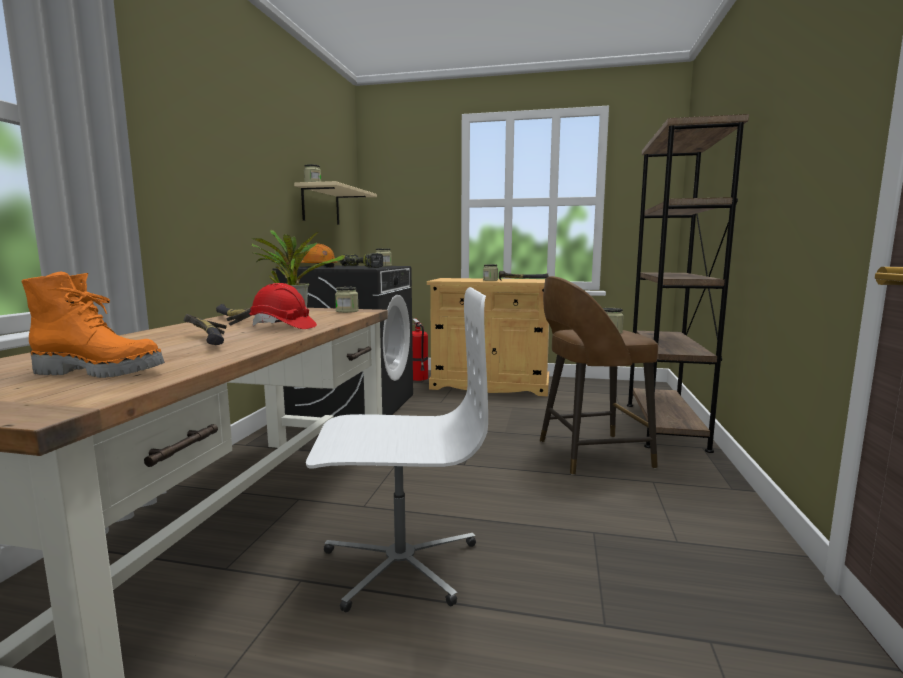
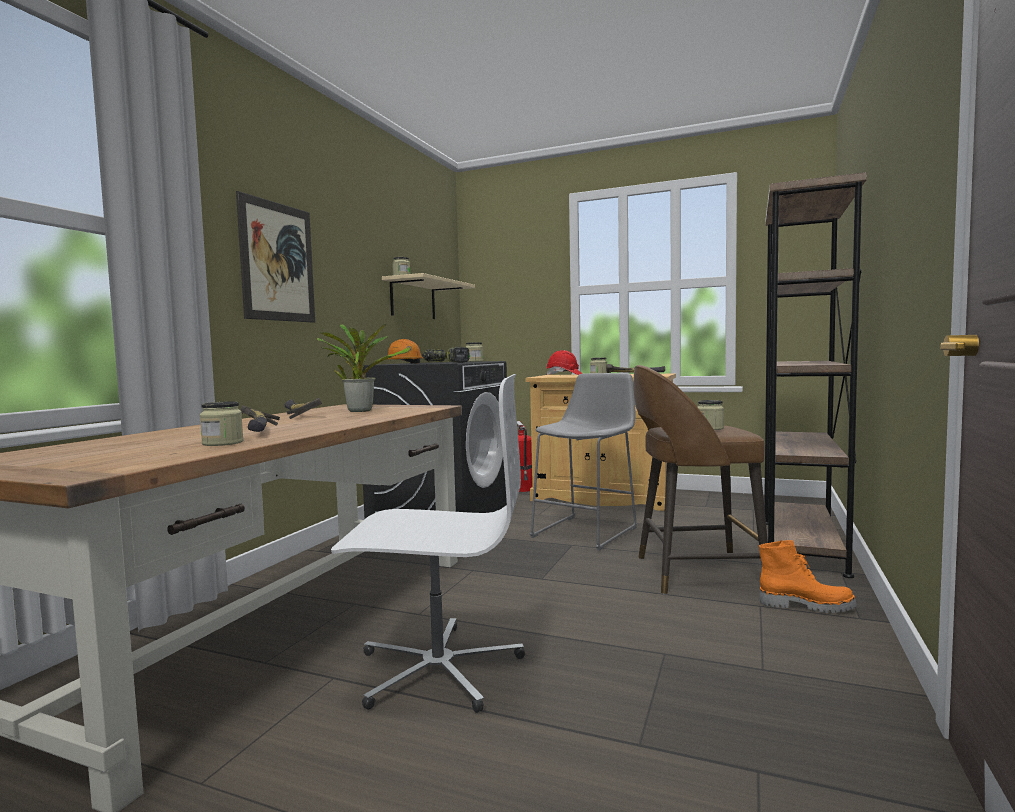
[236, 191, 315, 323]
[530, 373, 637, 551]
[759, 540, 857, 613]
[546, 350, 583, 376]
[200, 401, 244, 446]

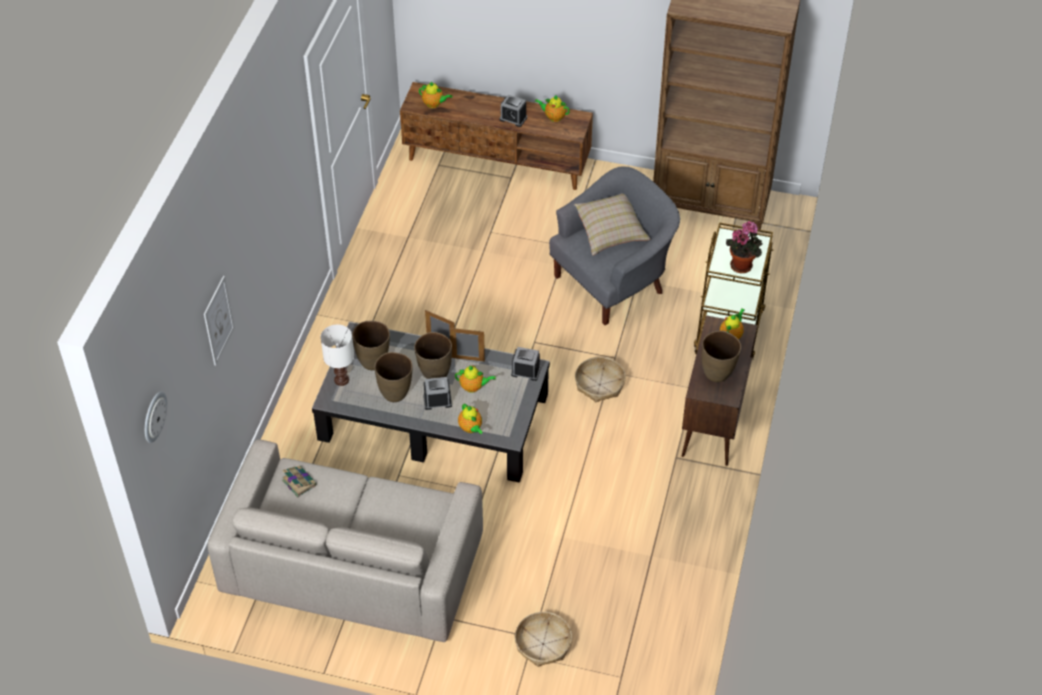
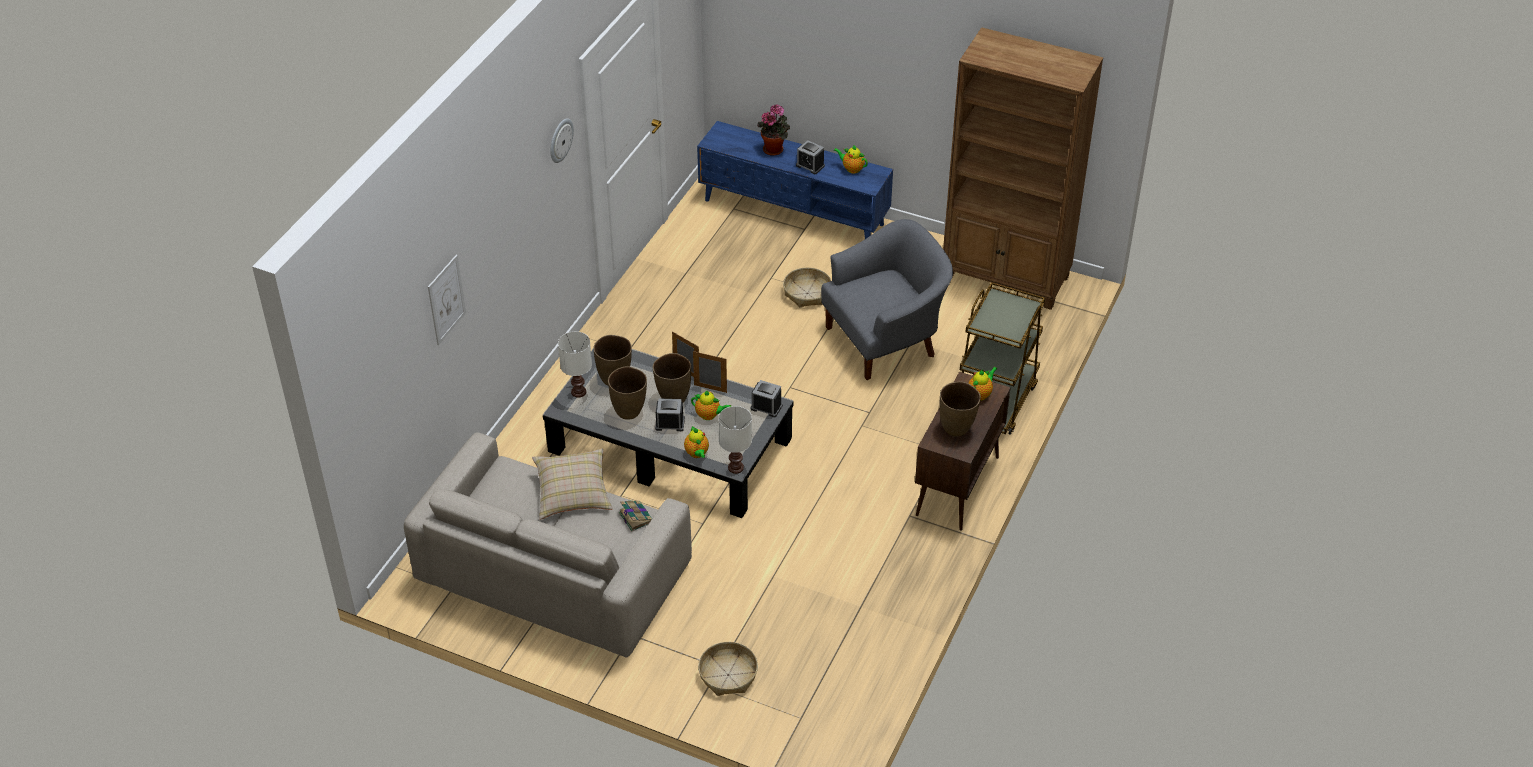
[419, 82, 452, 108] (first image)
[718, 406, 752, 474]
[550, 118, 574, 163]
[619, 500, 652, 532]
[532, 449, 613, 520]
[783, 267, 831, 307]
[757, 104, 790, 156]
[697, 121, 893, 239]

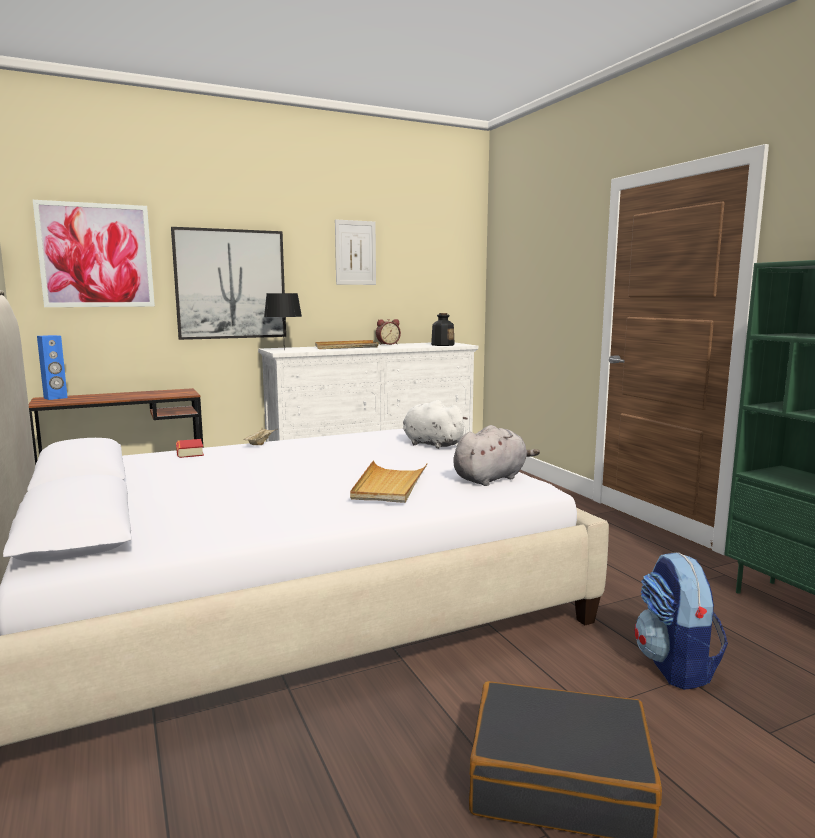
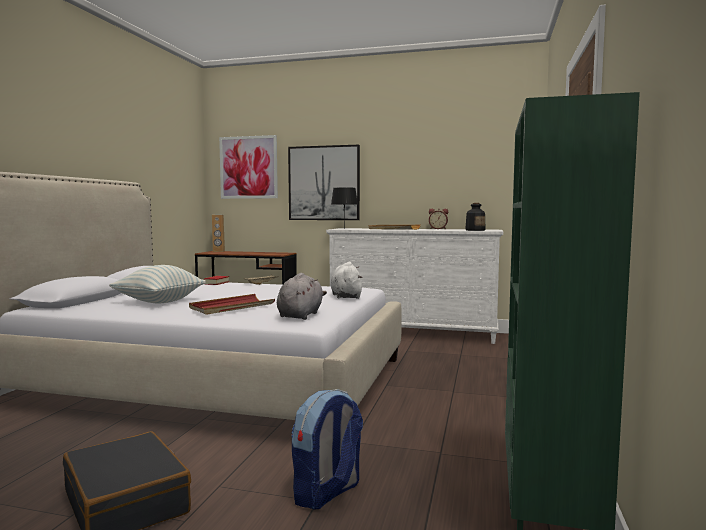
[335, 219, 376, 285] (first image)
[109, 265, 206, 303]
[212, 215, 225, 252]
[189, 294, 275, 315]
[277, 273, 327, 320]

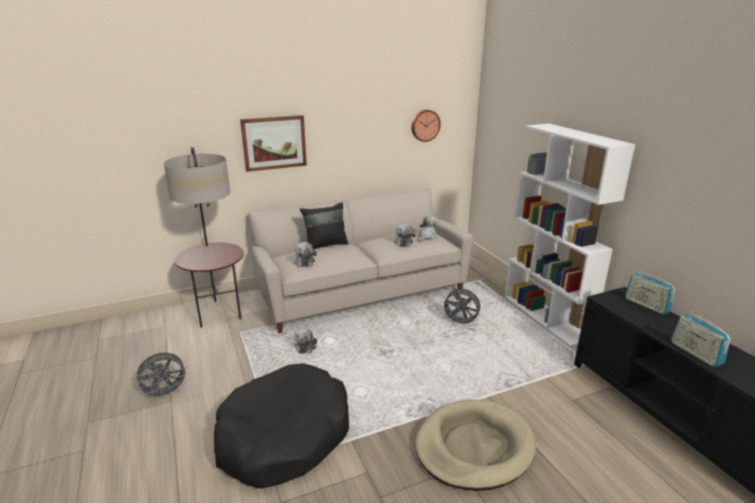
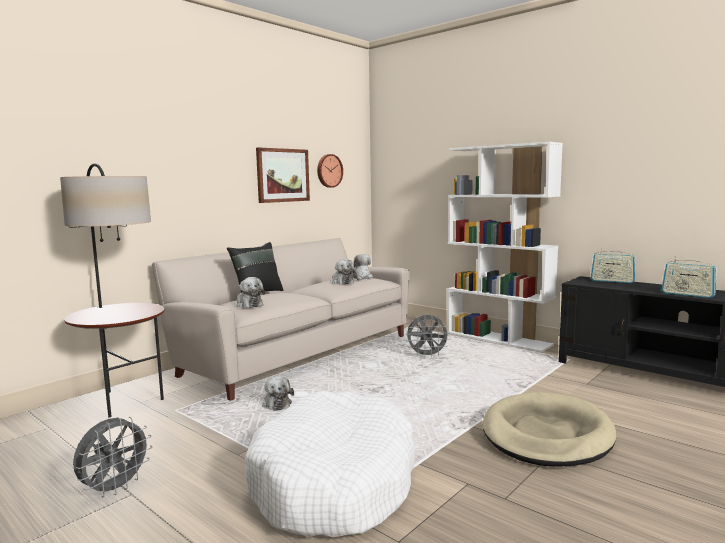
[256, 147, 310, 203]
[245, 391, 415, 537]

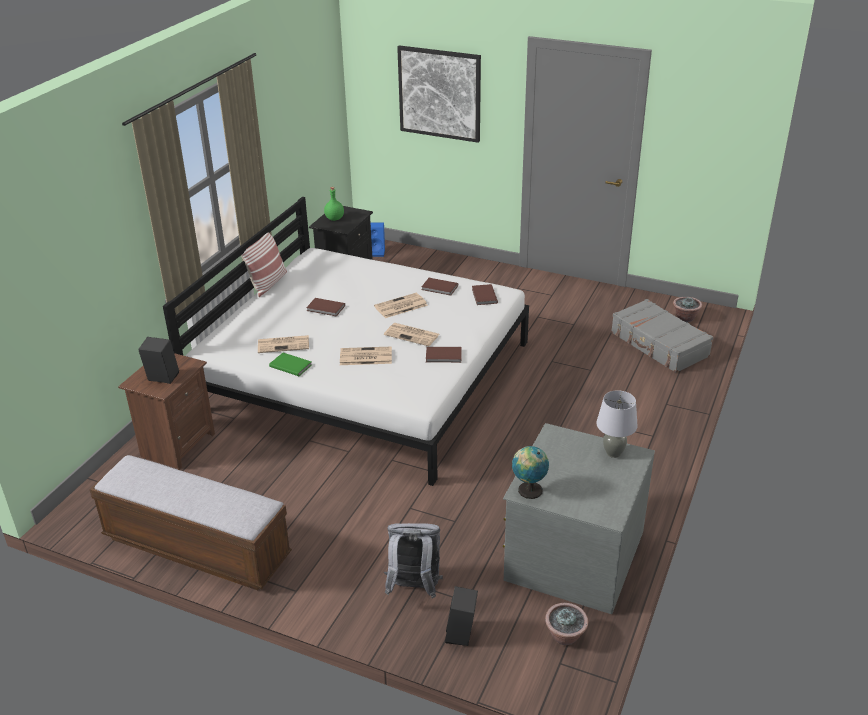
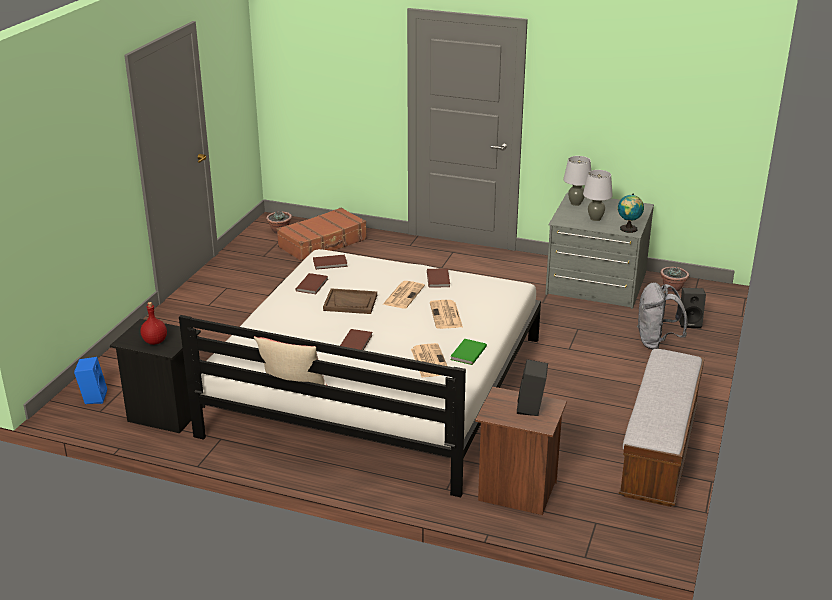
[397, 45, 481, 143] (first image)
[583, 170, 613, 221]
[323, 288, 377, 314]
[140, 302, 167, 345]
[277, 207, 367, 262]

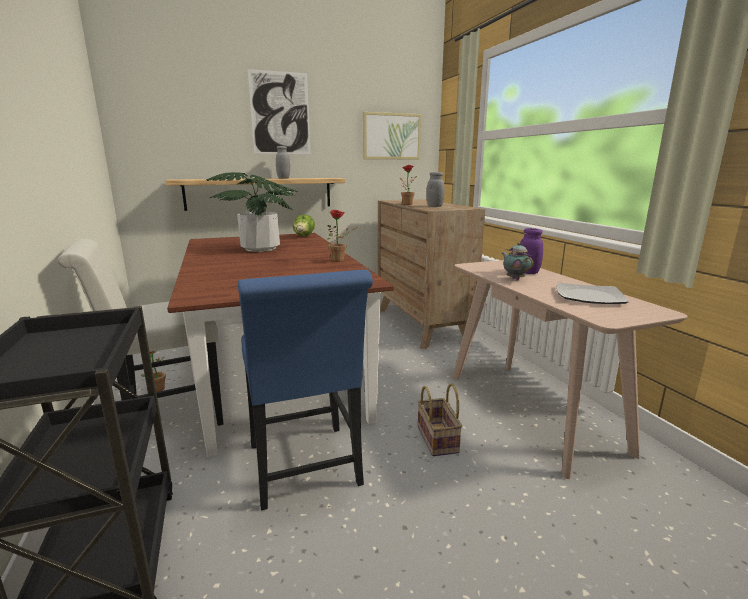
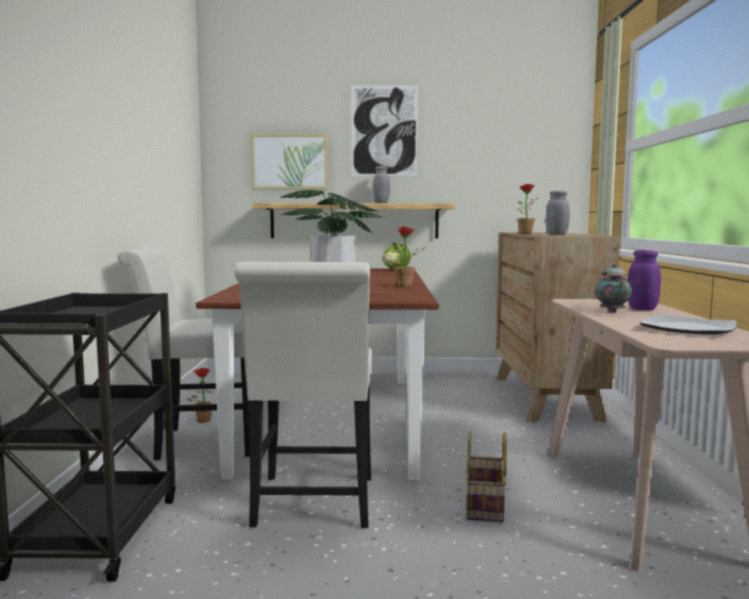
[250, 134, 329, 190]
[235, 262, 373, 528]

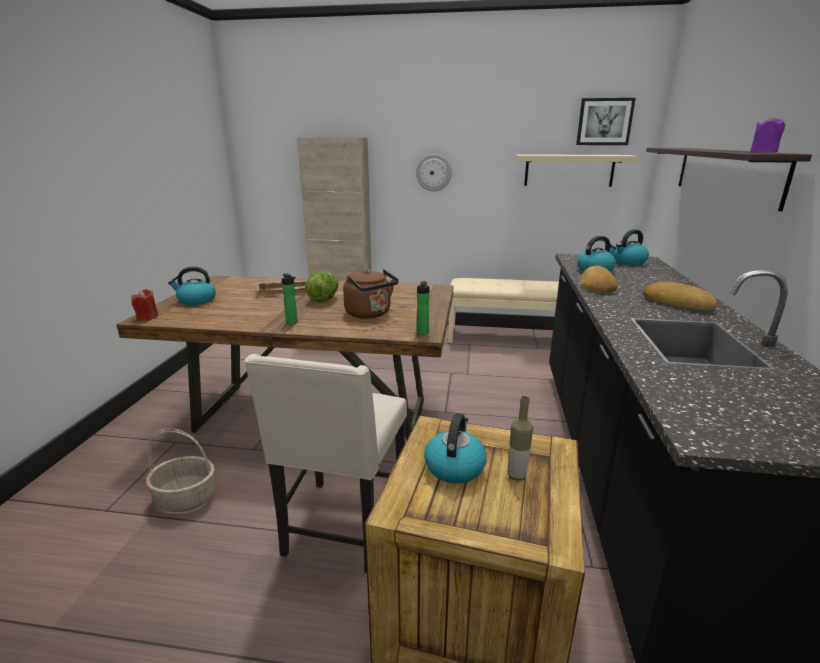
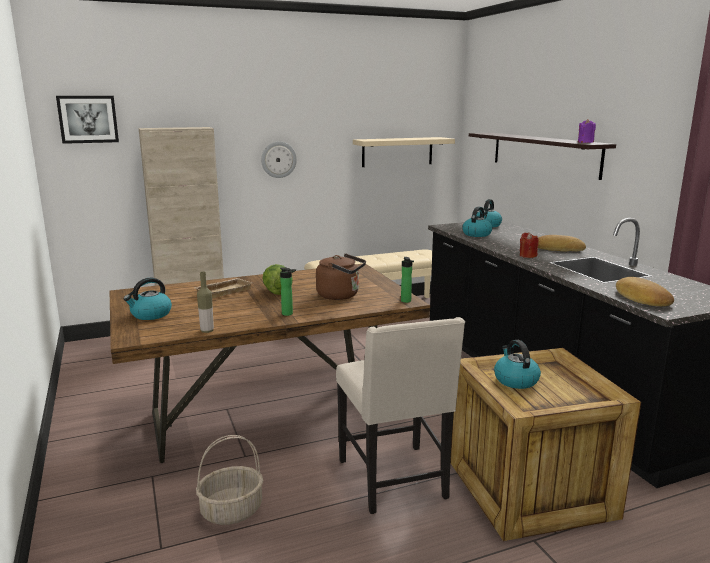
[520, 232, 538, 258]
[197, 271, 214, 333]
[56, 96, 119, 144]
[616, 277, 674, 306]

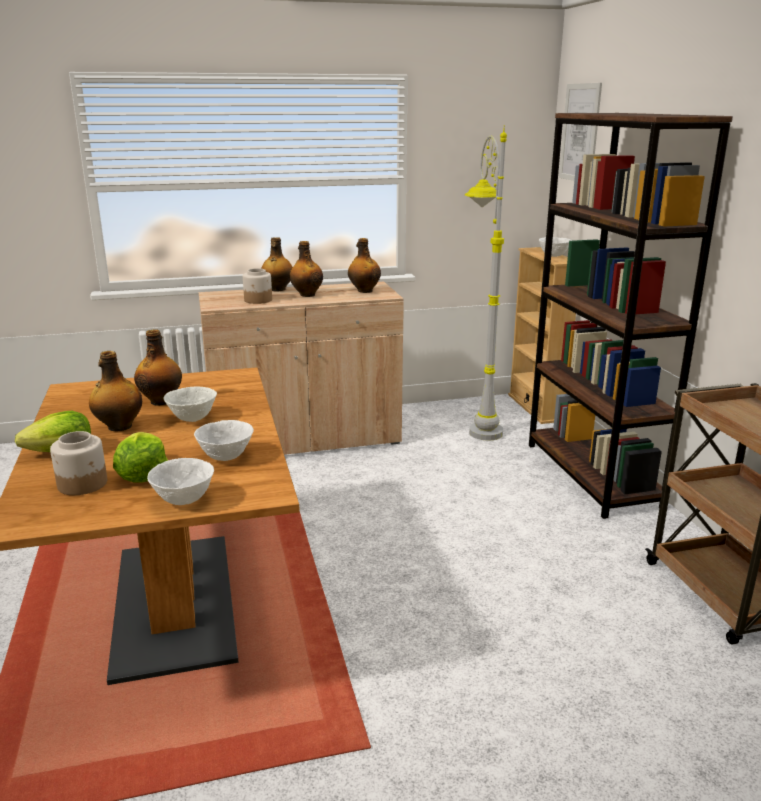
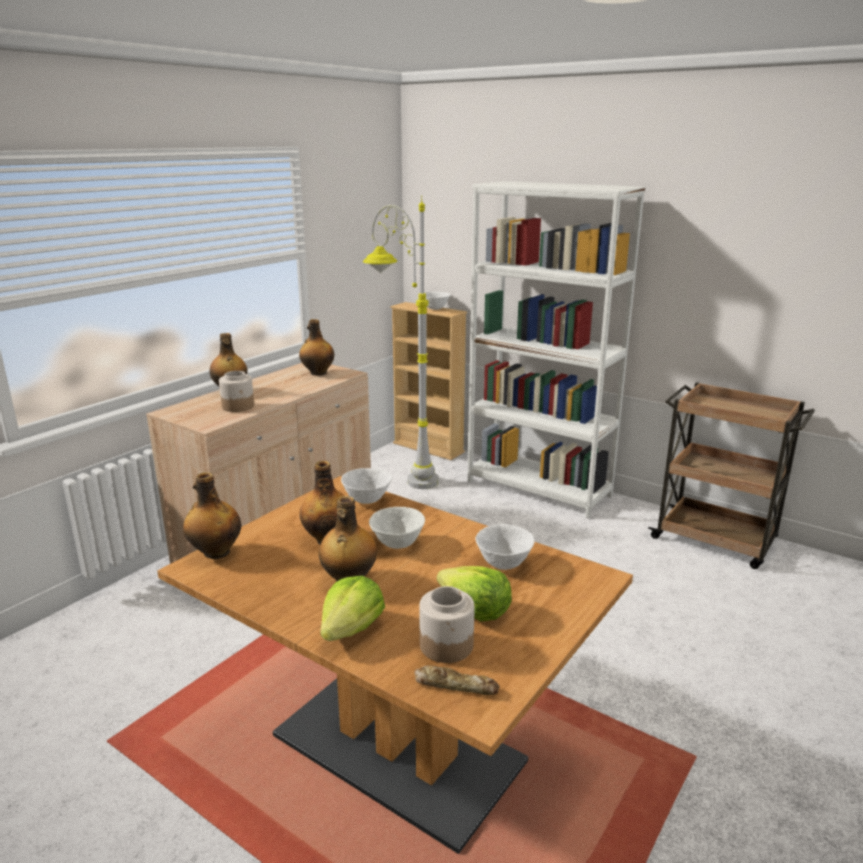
[559, 83, 602, 181] (first image)
[414, 665, 500, 695]
[341, 468, 392, 504]
[183, 472, 241, 559]
[467, 181, 646, 518]

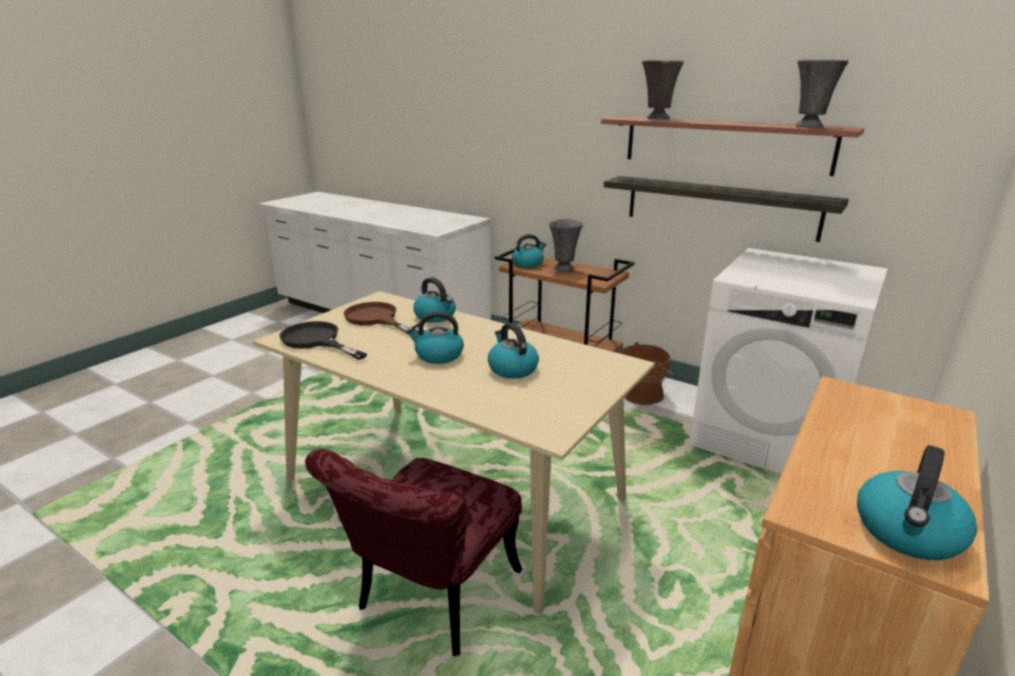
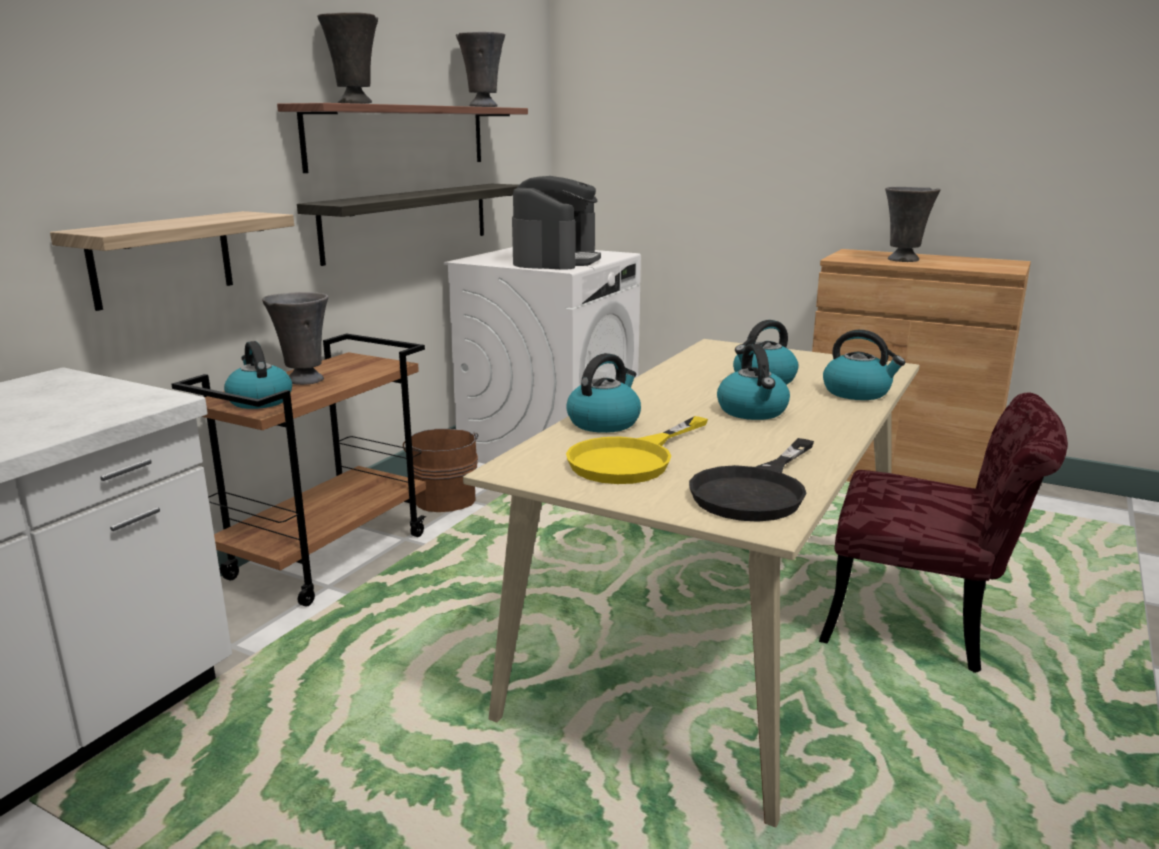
[50, 211, 294, 311]
[512, 176, 601, 270]
[885, 187, 941, 262]
[823, 330, 905, 400]
[566, 416, 708, 484]

